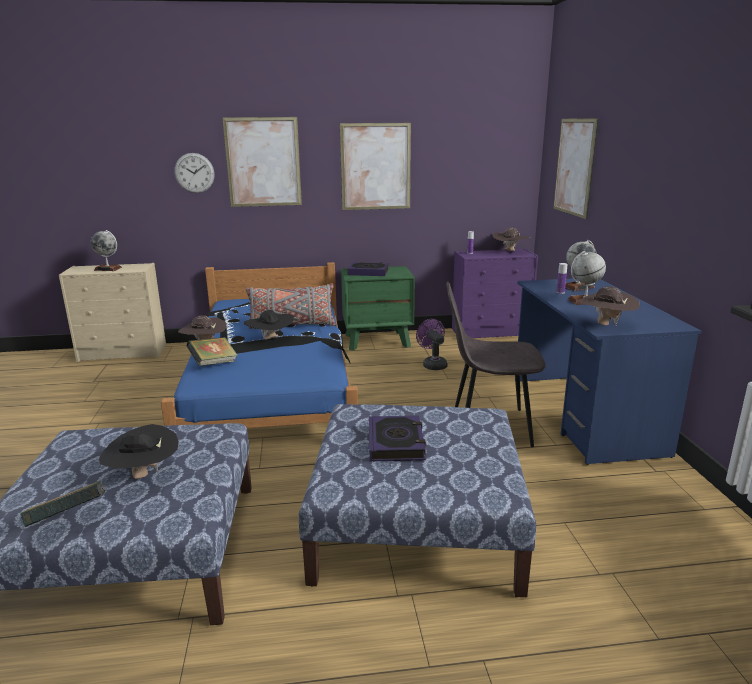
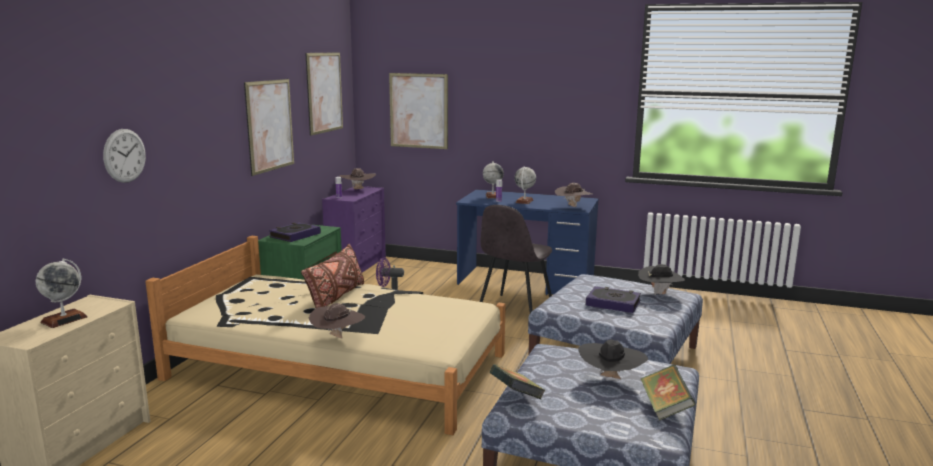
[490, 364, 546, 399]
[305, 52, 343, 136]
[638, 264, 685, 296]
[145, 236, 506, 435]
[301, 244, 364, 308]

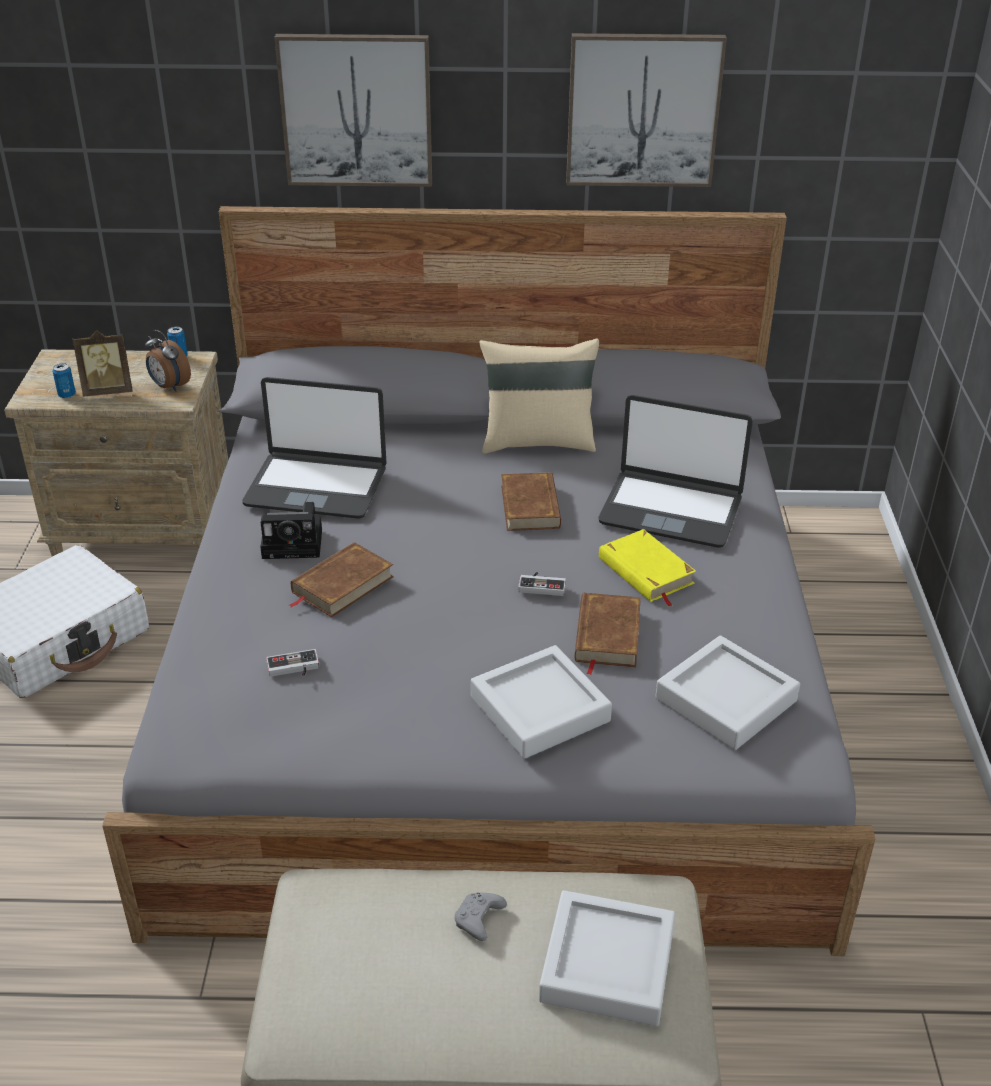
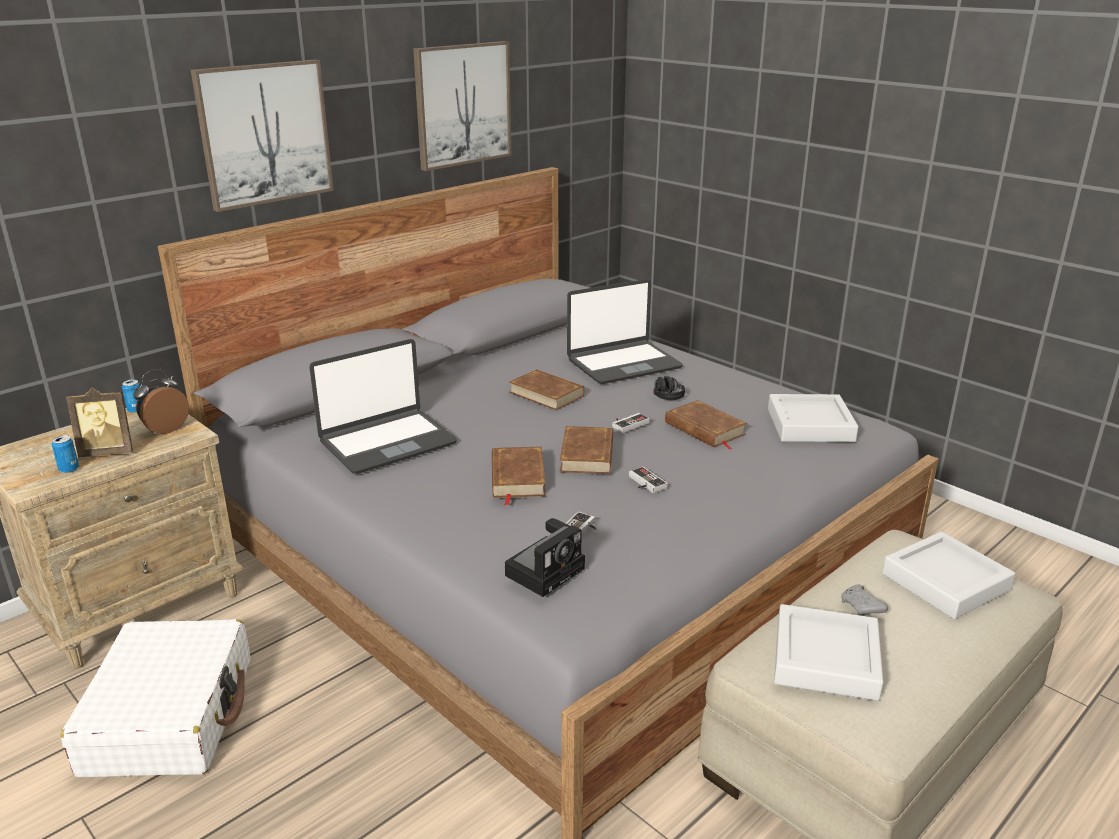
[479, 339, 599, 454] (first image)
[560, 426, 613, 474]
[629, 467, 668, 493]
[505, 518, 585, 597]
[774, 604, 884, 701]
[653, 376, 685, 400]
[66, 387, 133, 457]
[134, 369, 189, 434]

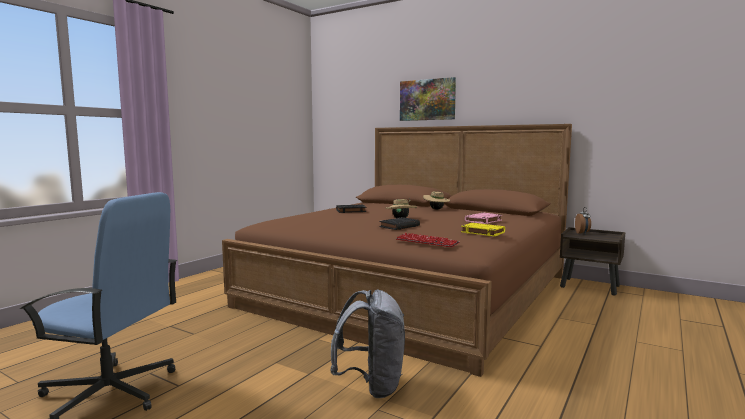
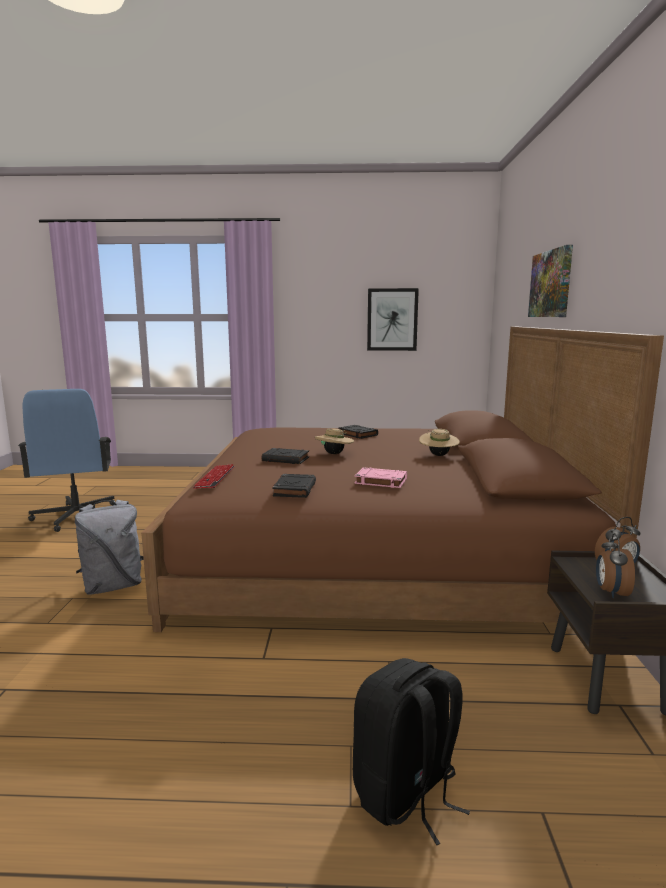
[353, 658, 470, 845]
[367, 288, 419, 351]
[596, 533, 635, 598]
[272, 474, 316, 498]

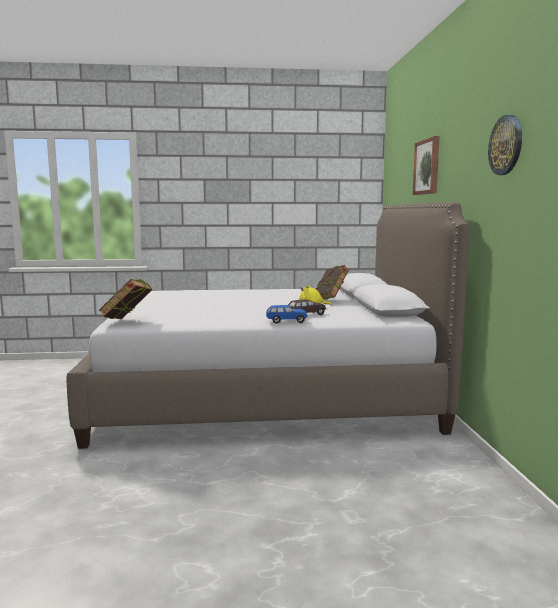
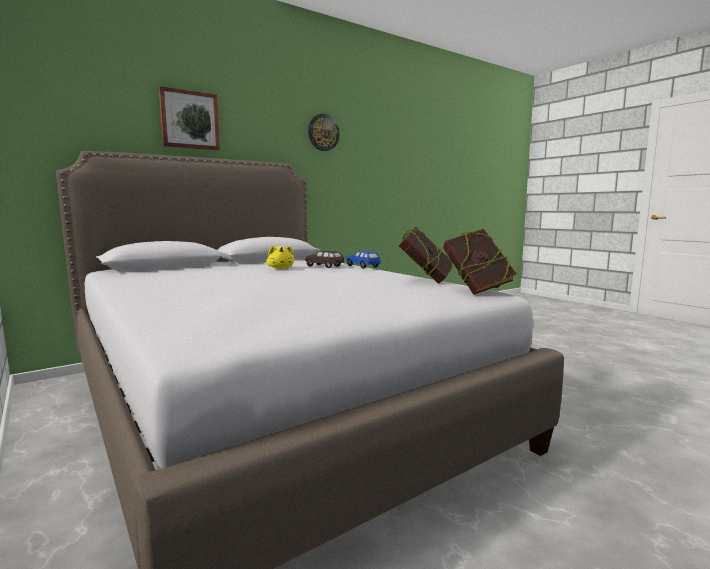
[399, 226, 453, 284]

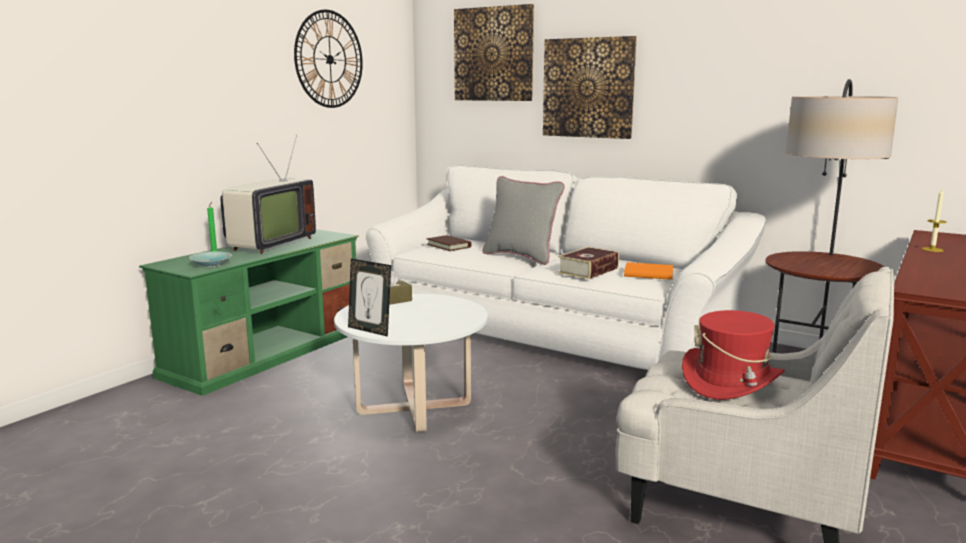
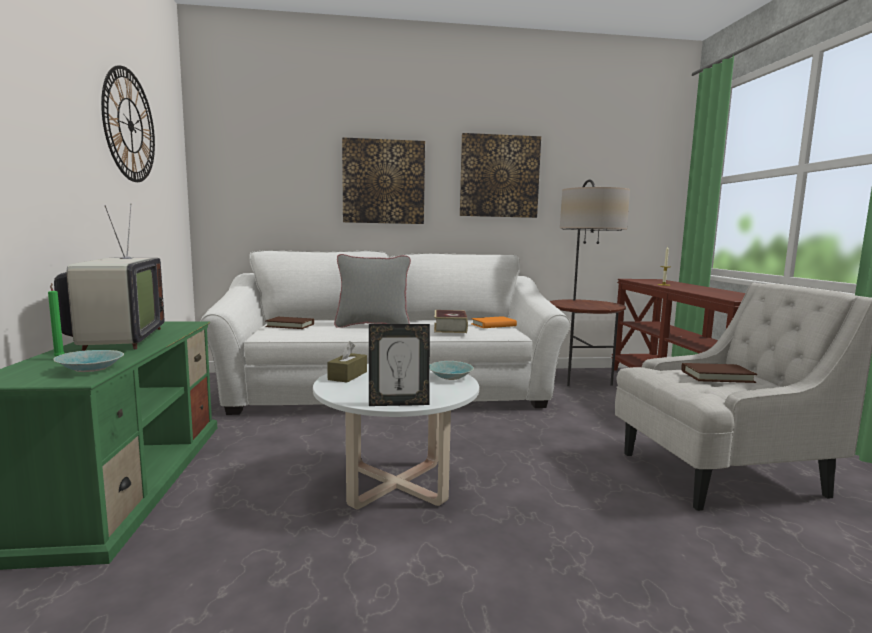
[430, 361, 474, 380]
[460, 133, 541, 218]
[681, 363, 757, 383]

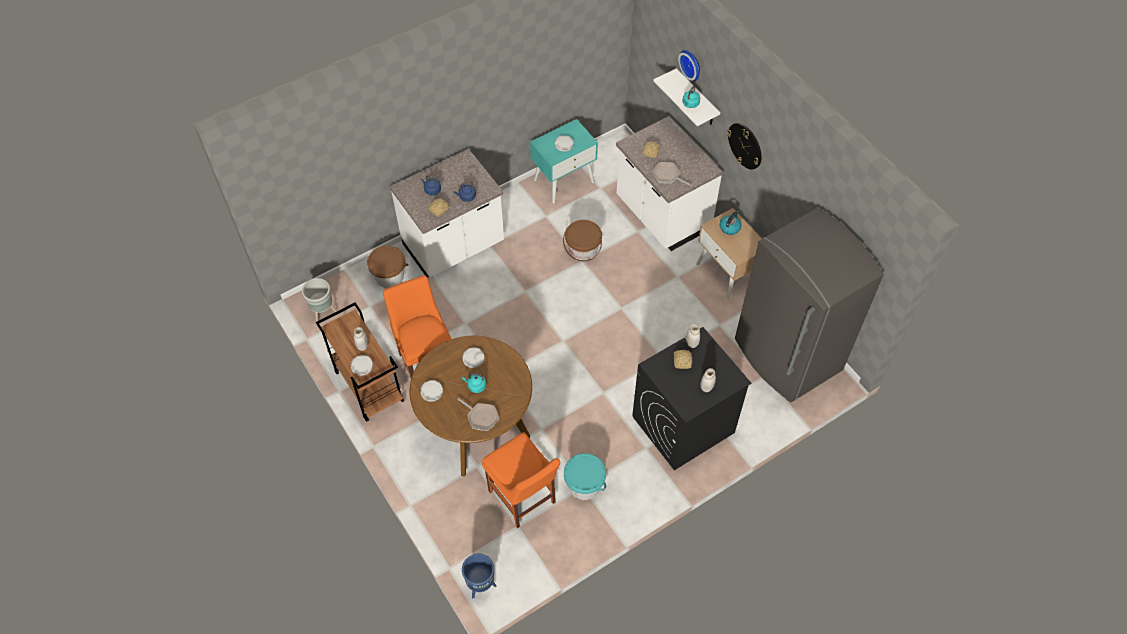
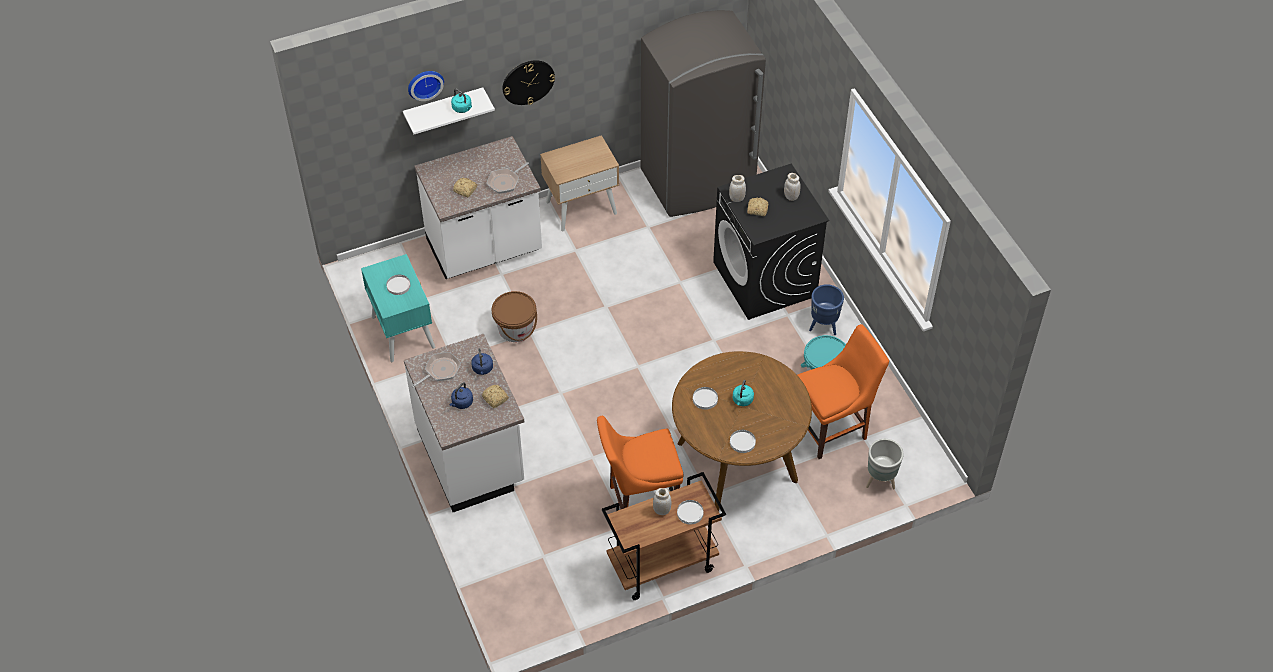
[367, 246, 408, 288] (first image)
[720, 211, 742, 235] (first image)
[866, 439, 904, 490]
[412, 352, 461, 387]
[809, 284, 844, 335]

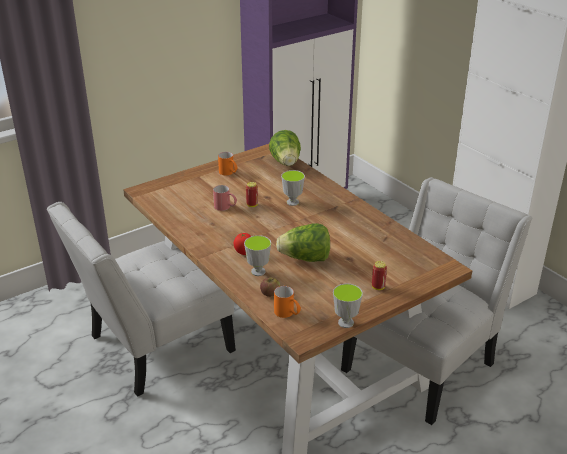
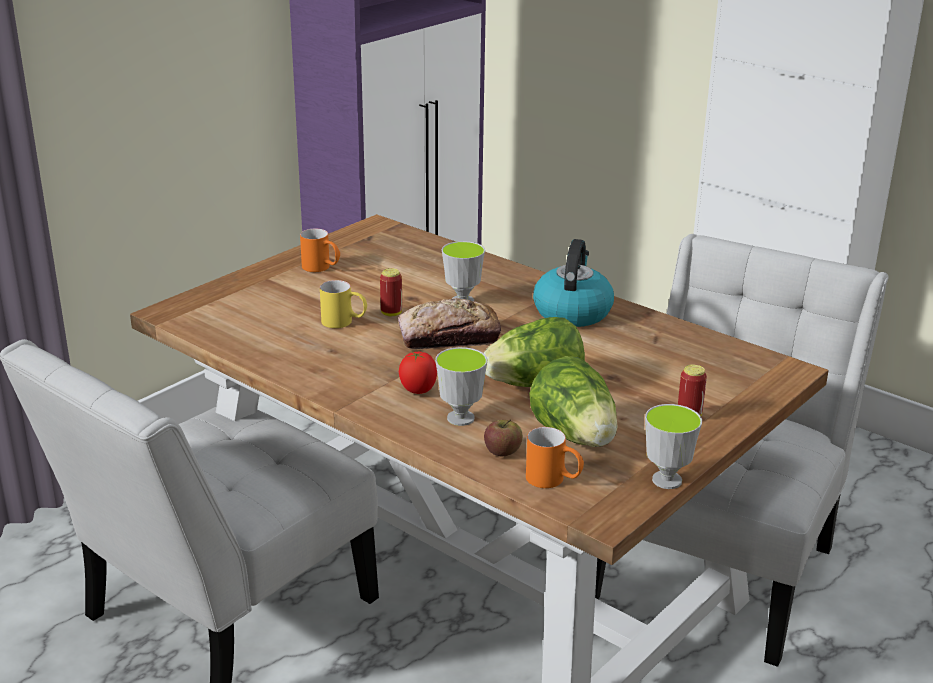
[398, 298, 501, 349]
[533, 239, 614, 327]
[529, 356, 618, 447]
[320, 280, 367, 328]

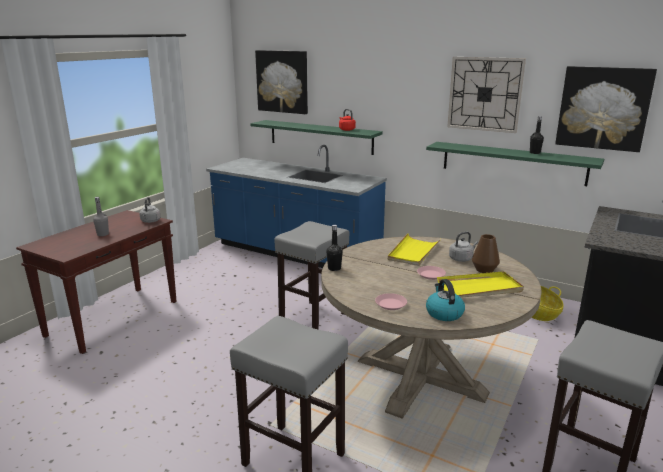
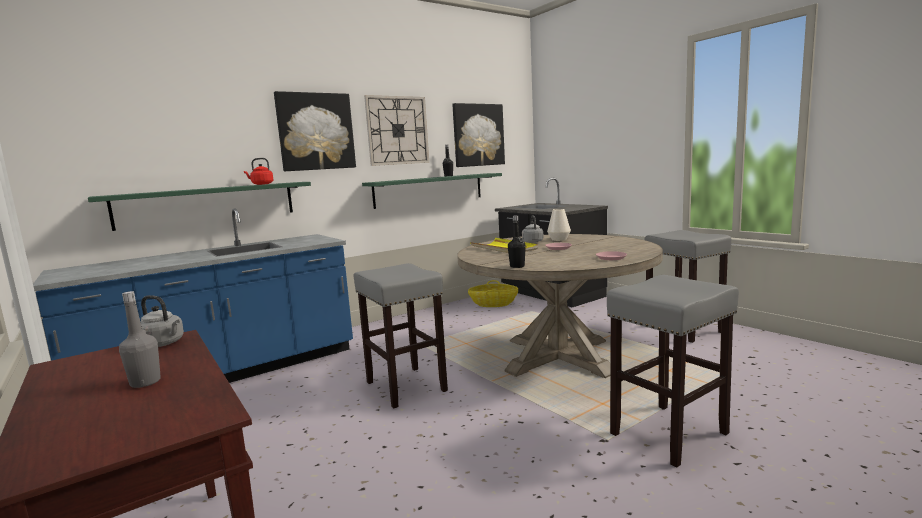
[426, 279, 465, 321] (first image)
[437, 271, 524, 298] (first image)
[274, 91, 356, 171]
[547, 209, 571, 241]

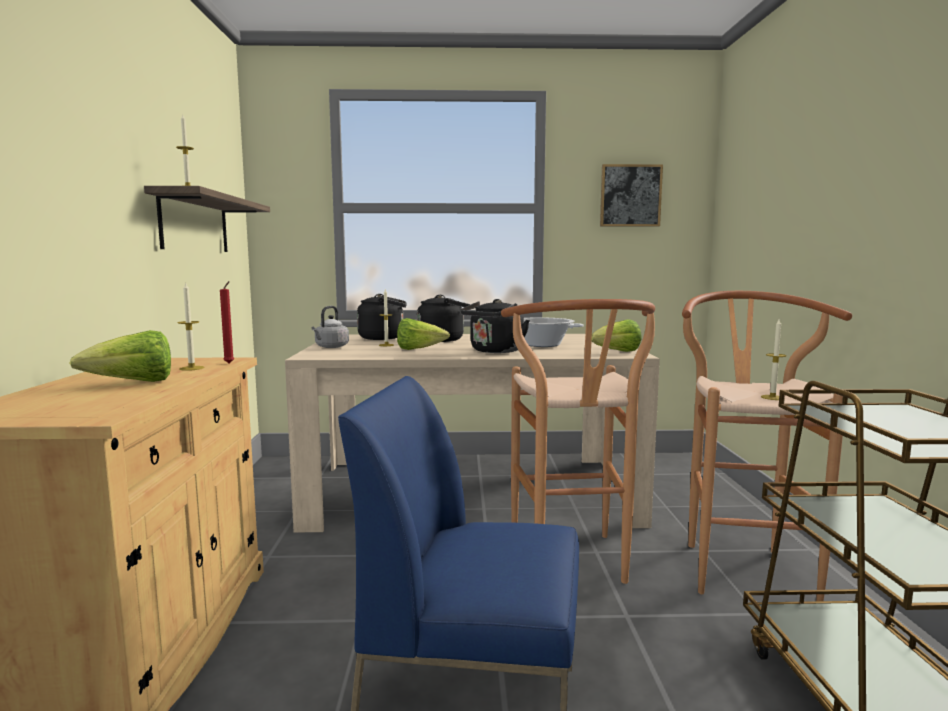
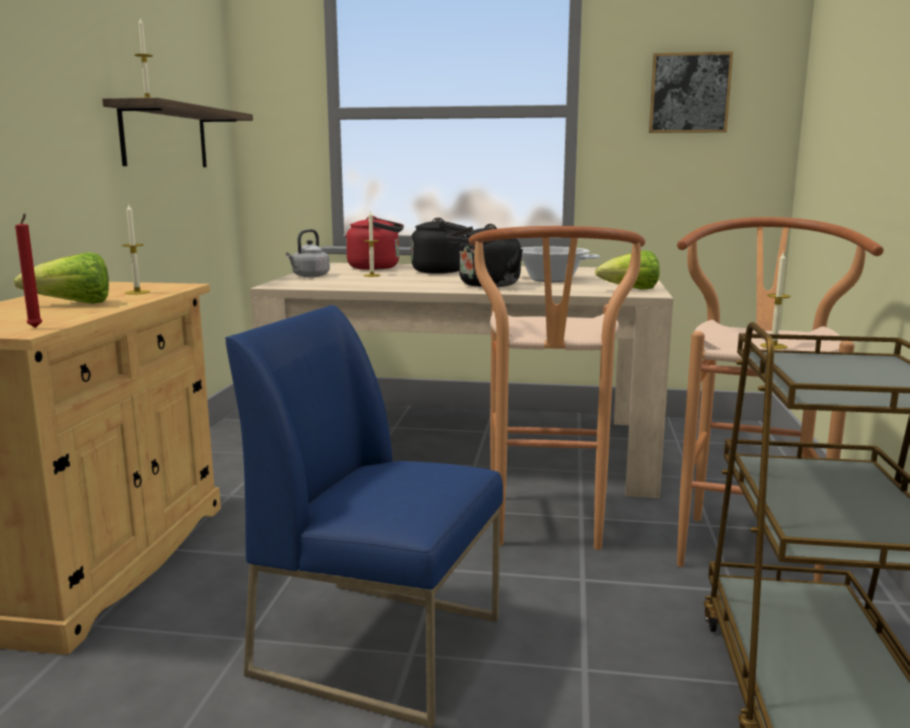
[397, 318, 450, 350] (first image)
[15, 213, 42, 328]
[346, 216, 404, 270]

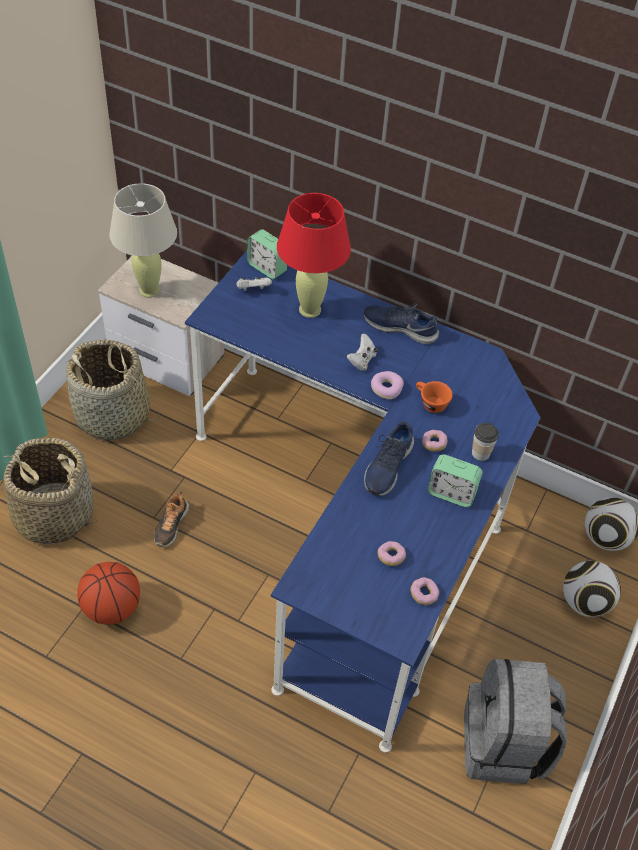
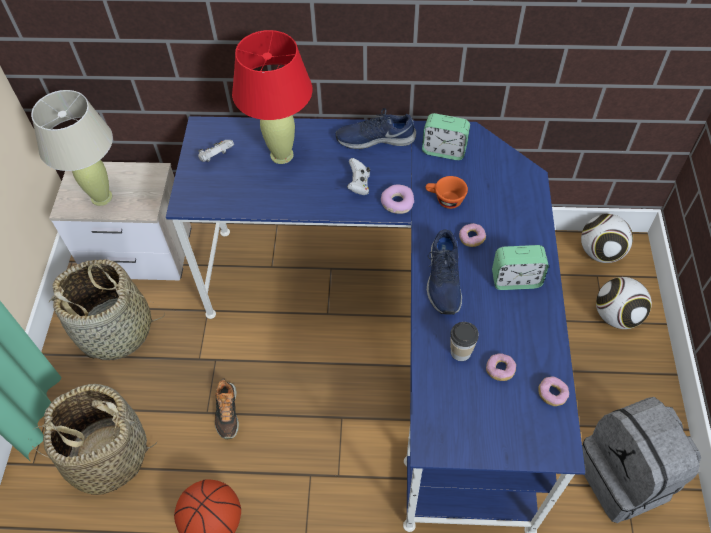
[422, 113, 470, 160]
[450, 322, 479, 361]

